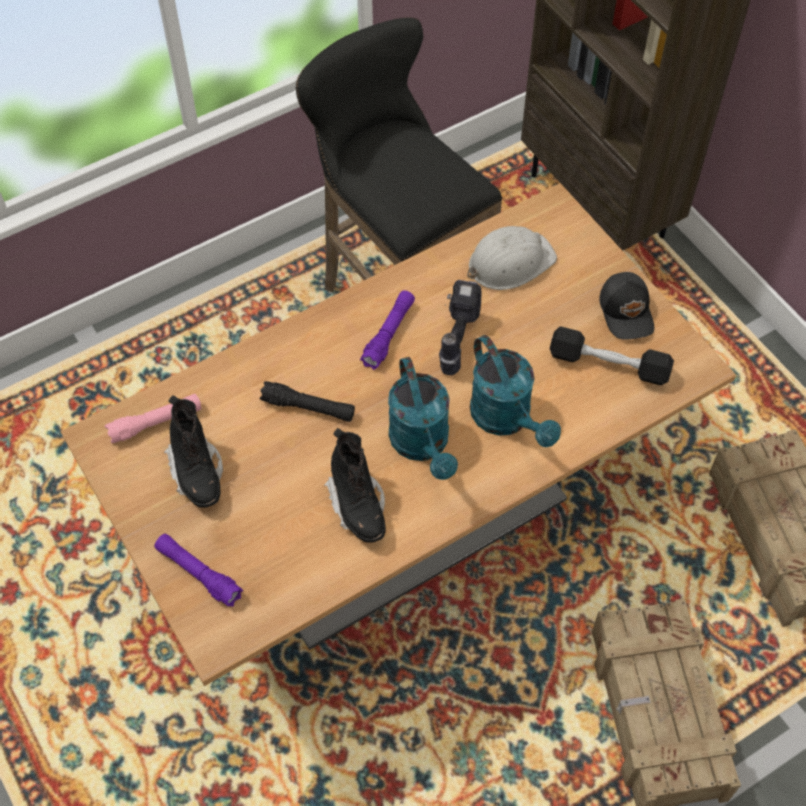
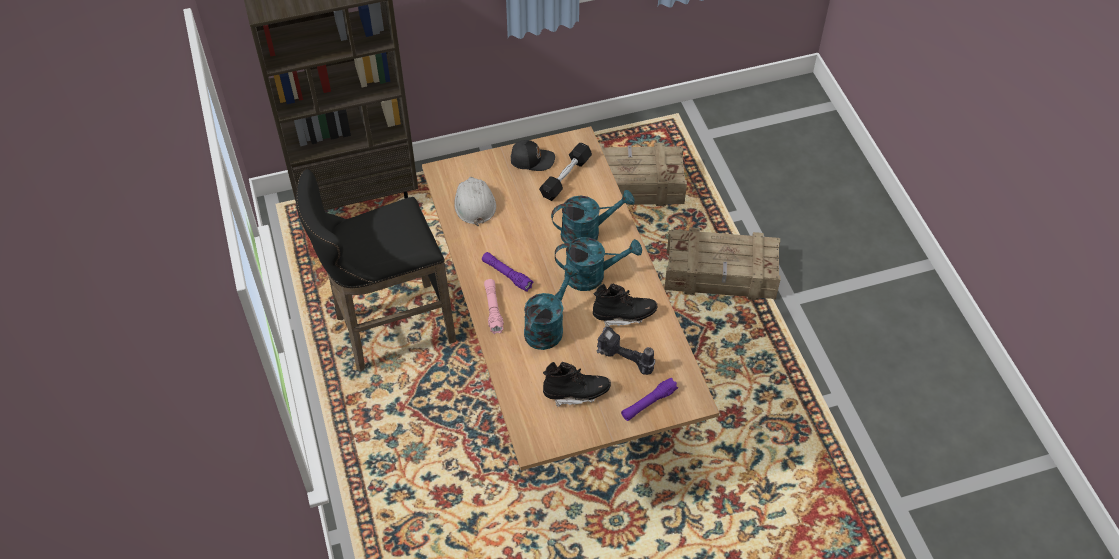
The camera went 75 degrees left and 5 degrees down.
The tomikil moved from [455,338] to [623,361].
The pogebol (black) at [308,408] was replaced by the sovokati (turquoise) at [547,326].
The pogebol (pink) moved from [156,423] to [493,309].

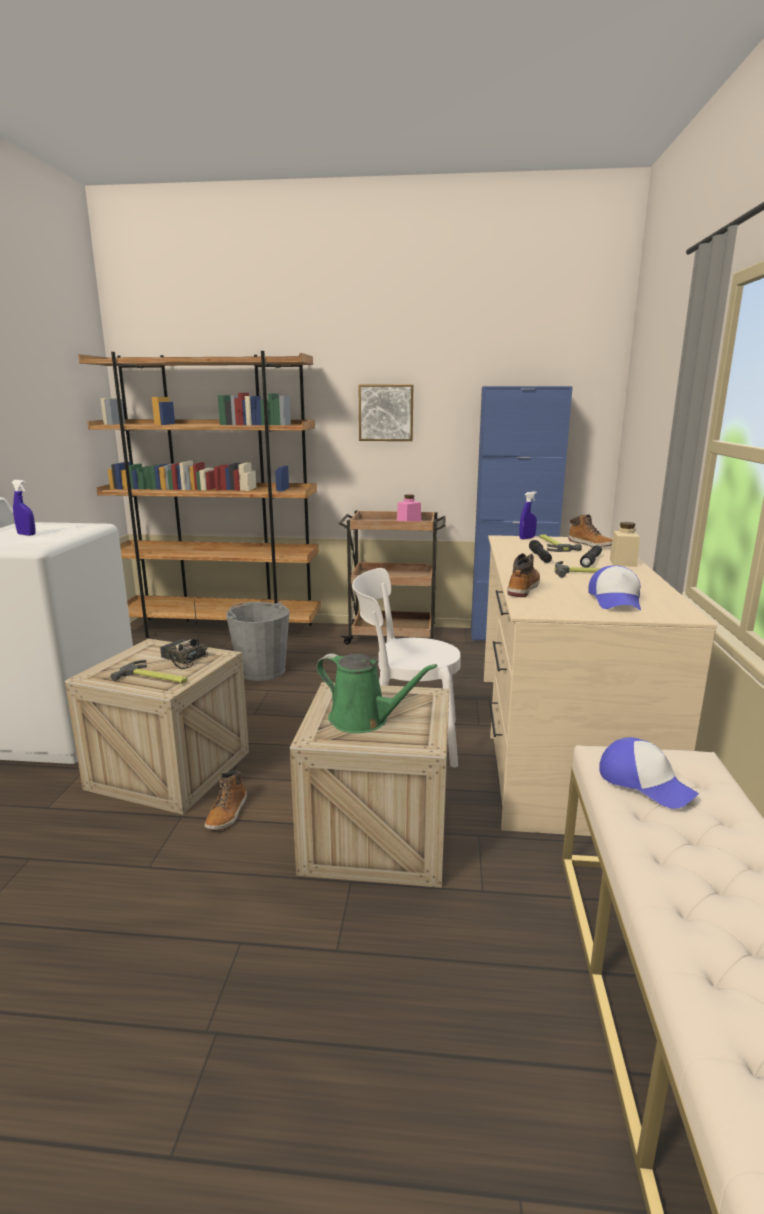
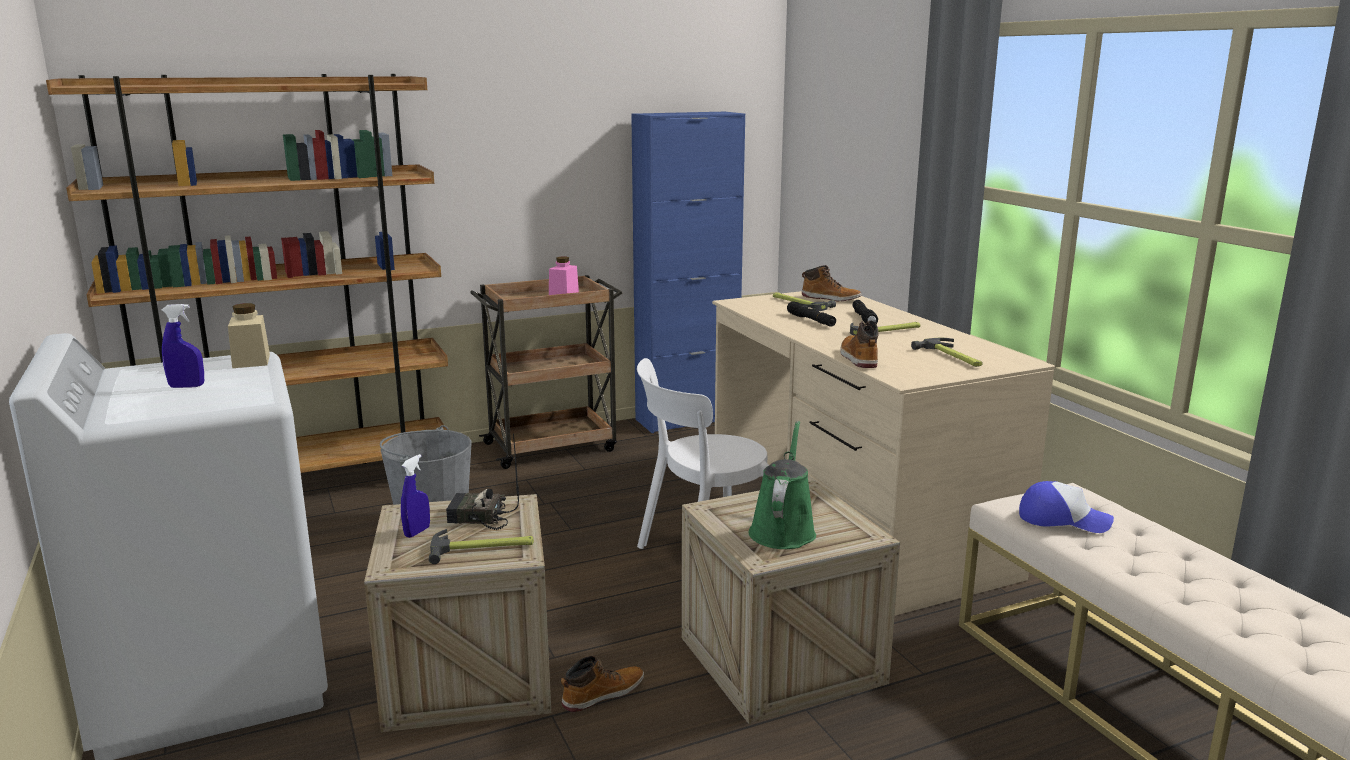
The camera went 30 degrees left and 0 degrees up.
The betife at [386,413] disappeared.
The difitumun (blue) moved from [527,538] to [417,532].
The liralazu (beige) moved from [623,562] to [251,361].
The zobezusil at [616,600] was replaced by the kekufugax at [952,357].
The sovokati (green) at [364,720] turned 75 degrees counterclockwise.
The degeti at [227,813] turned 105 degrees counterclockwise.

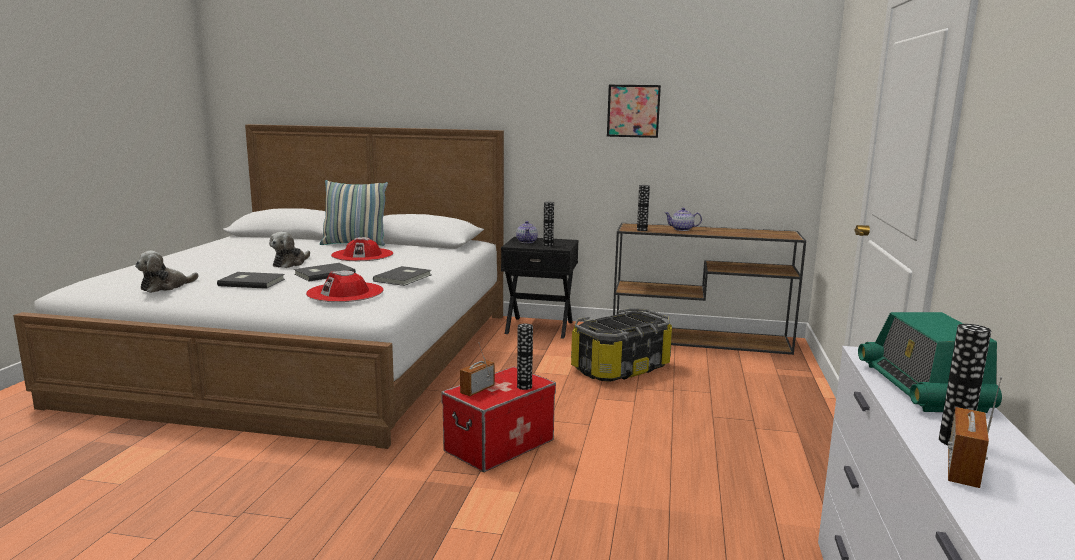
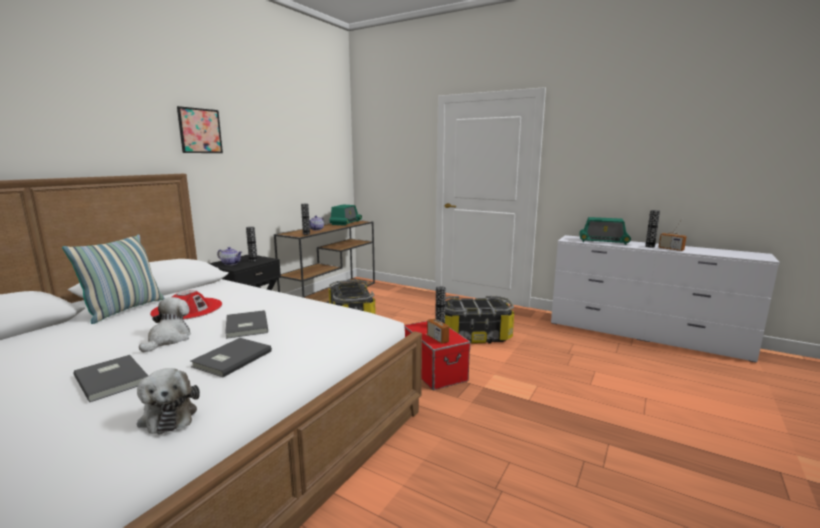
The camera went 70 degrees left and 0 degrees up.
The betife moved from [633,111] to [200,131].
The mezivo at [290,263] turned 120 degrees counterclockwise.
The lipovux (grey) moved from [404,278] to [113,378].
The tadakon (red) at [345,292] disappeared.
The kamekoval at [346,223] appeared.
The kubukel at [474,336] appeared.

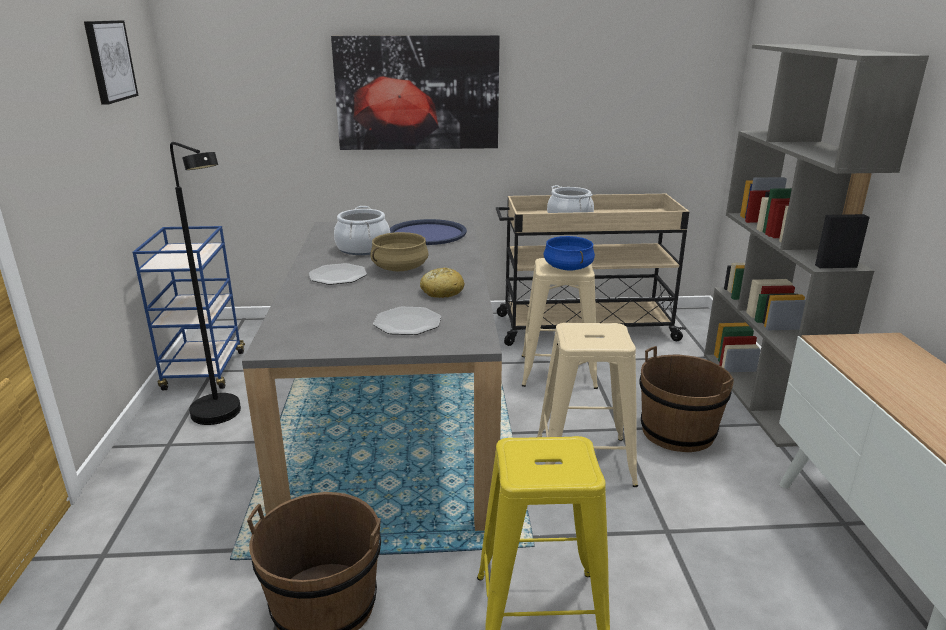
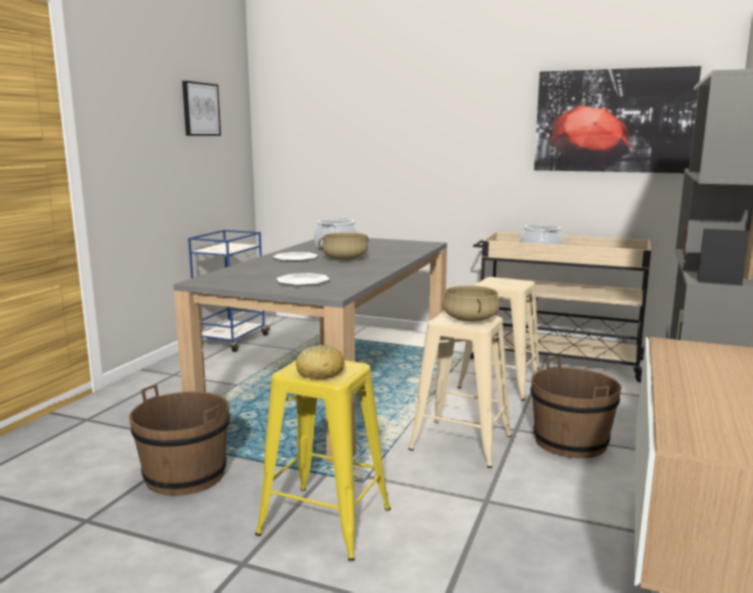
The camera went 25 degrees right and 10 degrees down.
The betife moved from [417,93] to [612,121].
The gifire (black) at [223,417] disappeared.
The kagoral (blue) at [427,233] disappeared.
The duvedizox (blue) at [568,267] disappeared.
The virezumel moved from [441,292] to [320,372].
The duvedizox (beige) at [469,319] appeared.

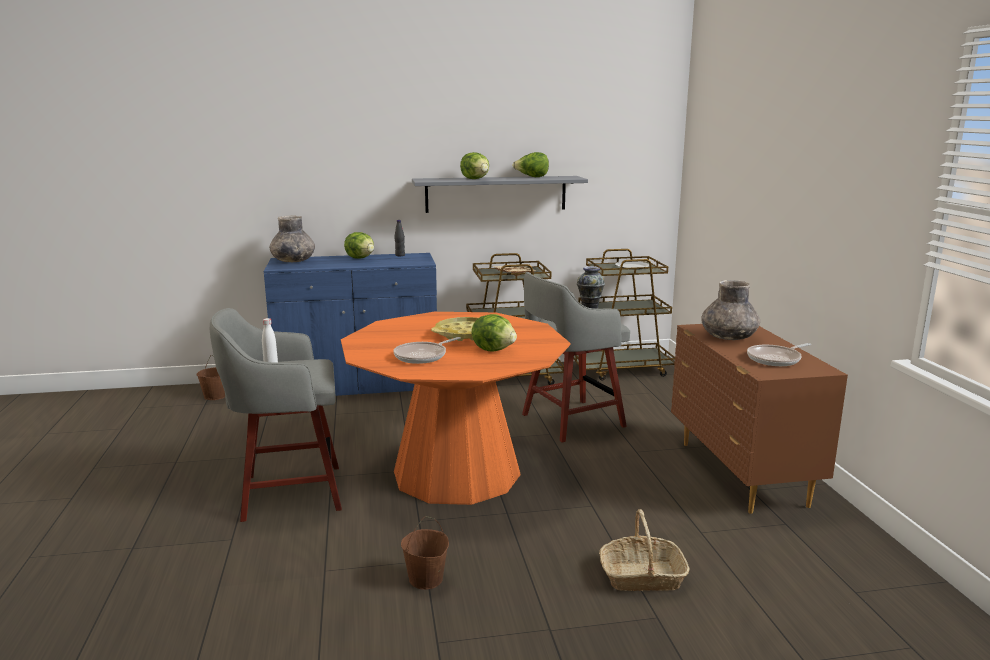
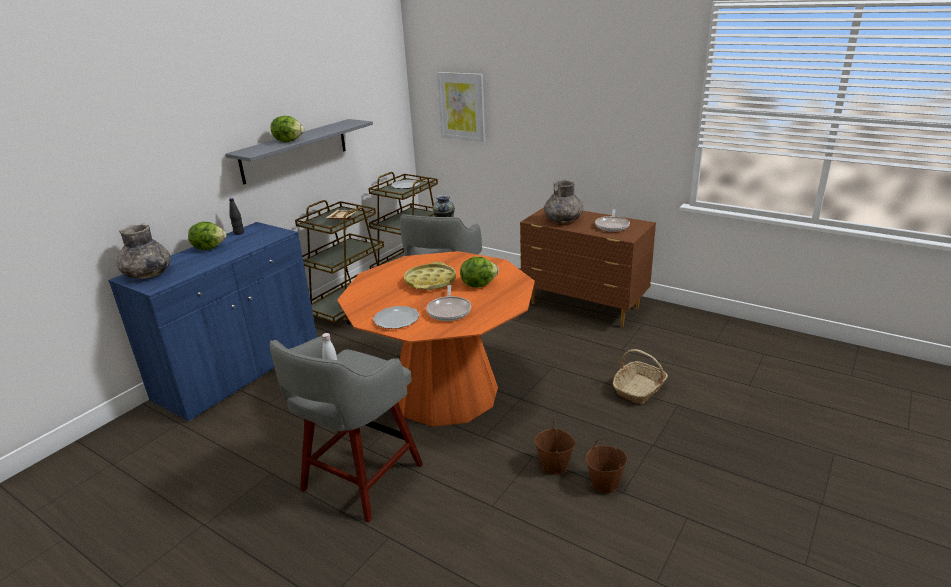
The camera went 45 degrees left and 10 degrees up.
The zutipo at [532,177] disappeared.
The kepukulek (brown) moved from [215,396] to [605,483].
The betife at [462,106] appeared.
The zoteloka at [396,319] appeared.

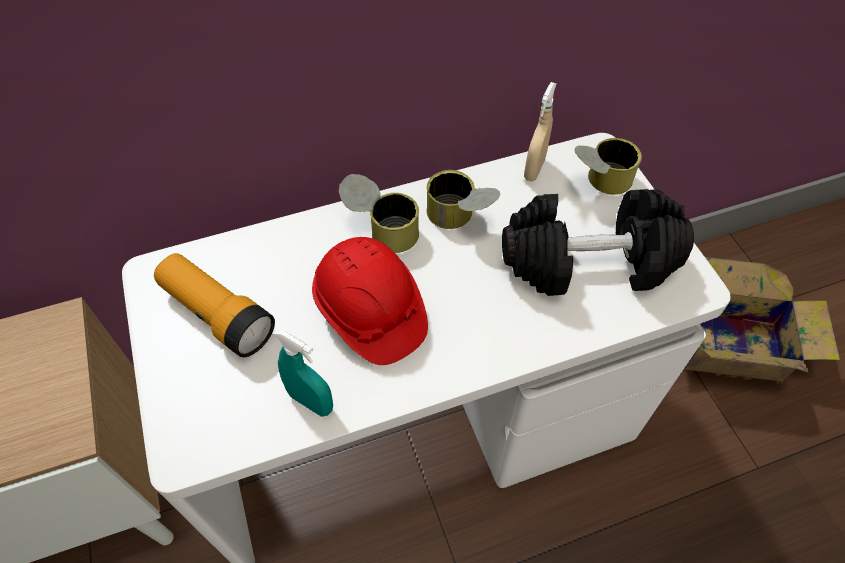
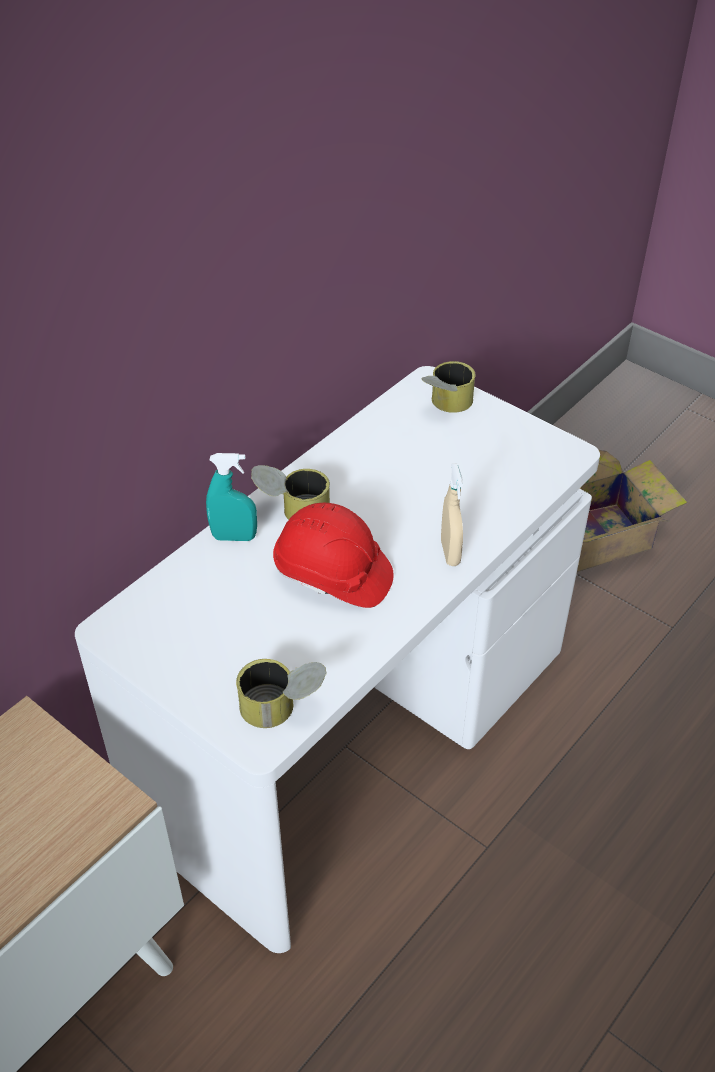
The camera went 30 degrees left and 10 degrees down.
The difitumun (beige) moved from [534,169] to [450,553].
The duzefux moved from [460,219] to [282,709].
The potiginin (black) at [588,263] disappeared.
The pogebol at [218,315] disappeared.
The difitumun (turquoise) moved from [311,402] to [234,537].

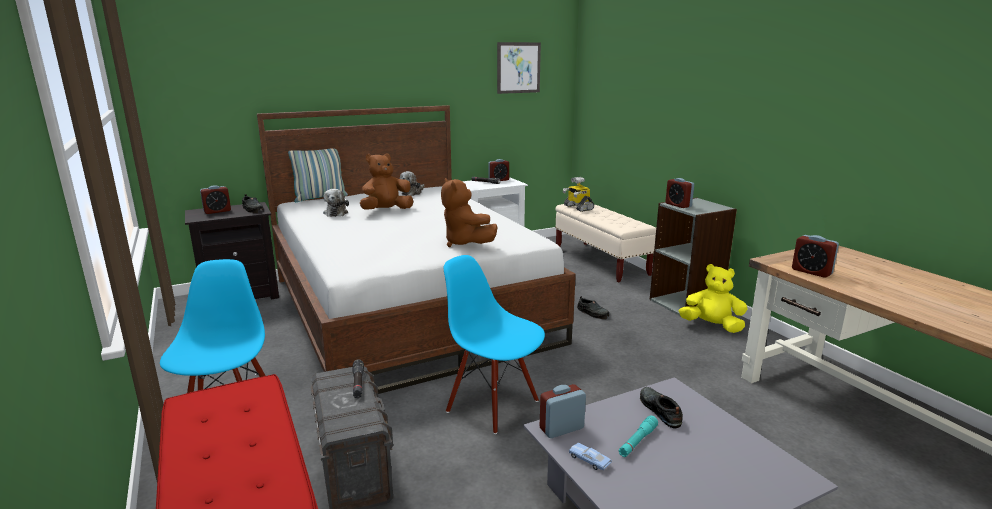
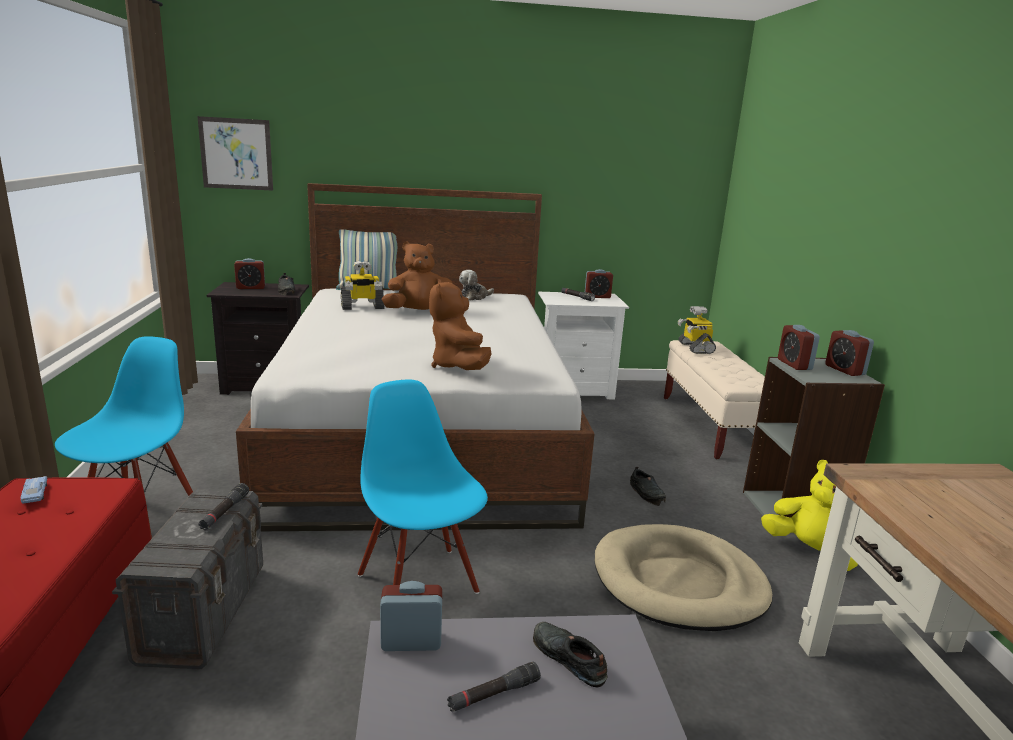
The camera went 20 degrees right and 0 degrees up.
The betife moved from [518,67] to [236,154].
The mezivo at [336,213] was replaced by the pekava at [362,307].
The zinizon moved from [811,272] to [844,370].
The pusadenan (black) at [659,410] turned 45 degrees counterclockwise.
The pogebol (turquoise) at [637,441] became the pogebol (black) at [493,694].
The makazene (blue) moved from [589,460] to [35,494].
The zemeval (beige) at [679,583] appeared.

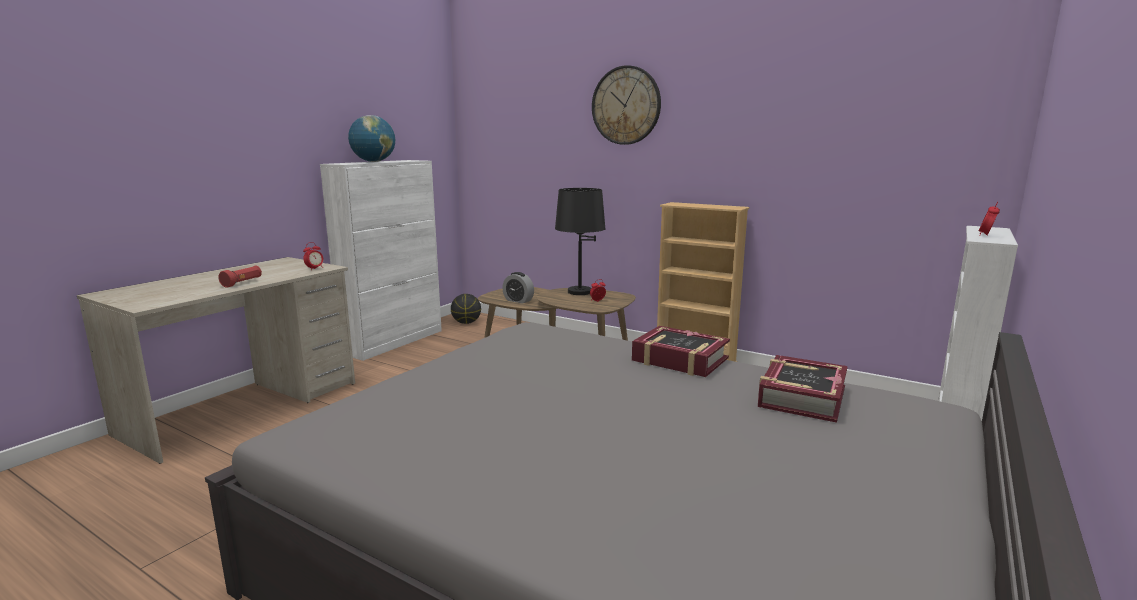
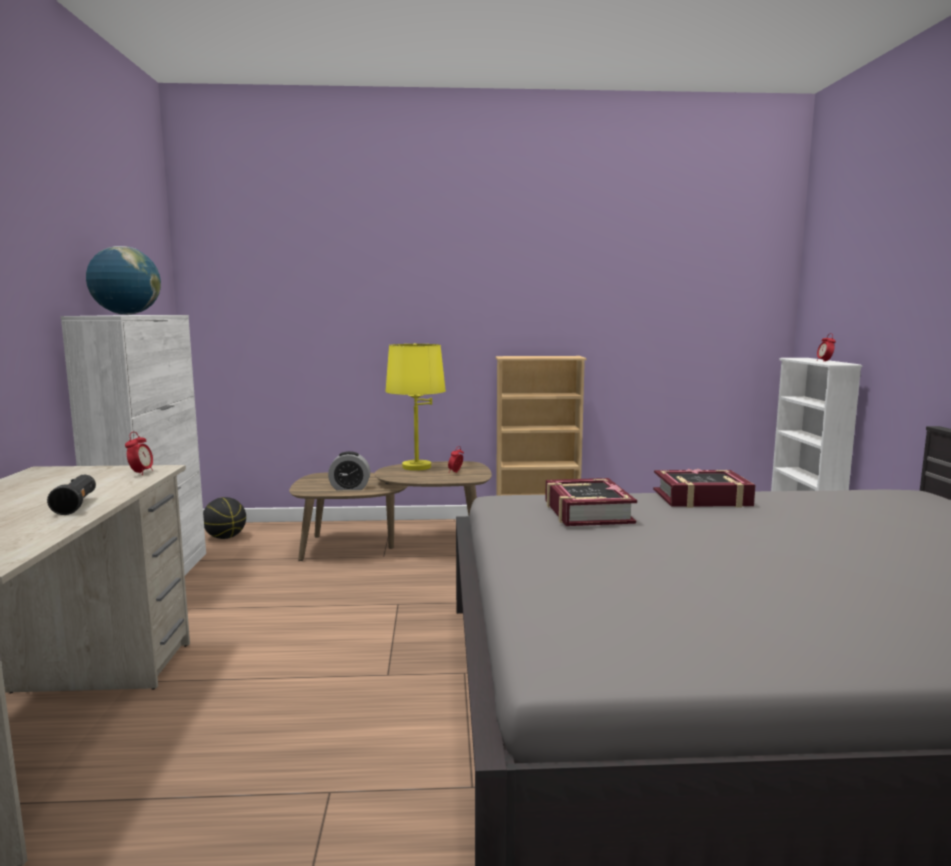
The camera went 35 degrees left and 5 degrees down.
The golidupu at [626,105] disappeared.
The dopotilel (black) at [579,292] became the dopotilel (yellow) at [417,467].
The pogebol (red) at [242,283] became the pogebol (black) at [76,505].
The lipovux moved from [801,397] to [586,512].

